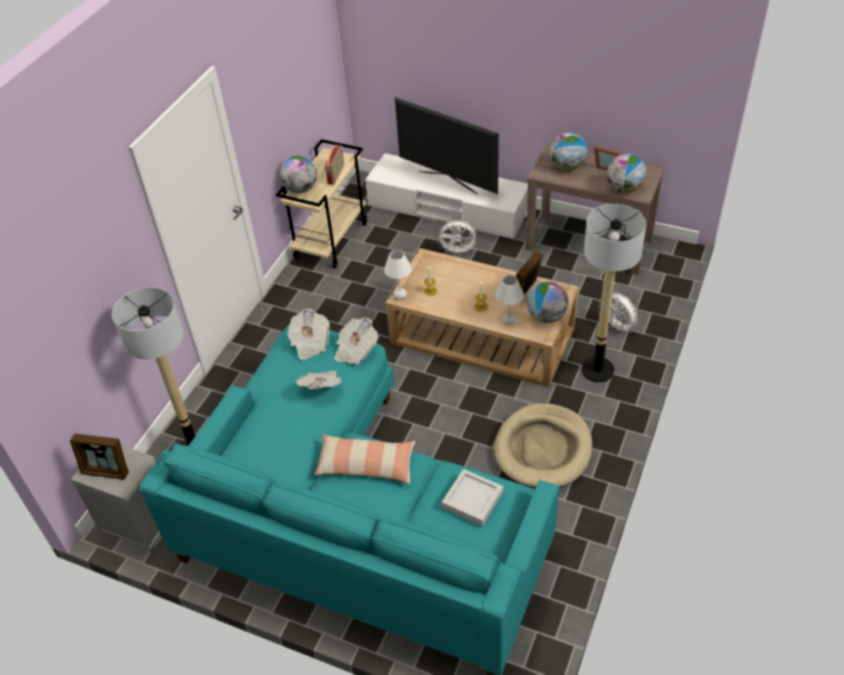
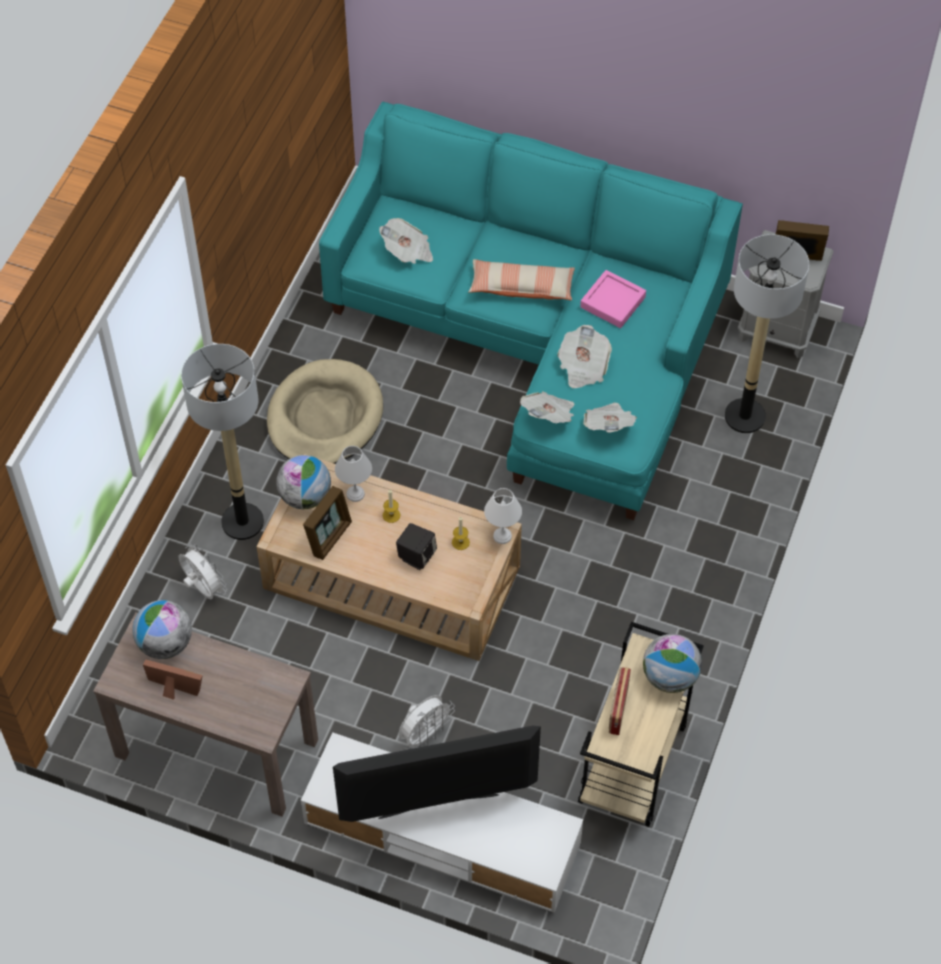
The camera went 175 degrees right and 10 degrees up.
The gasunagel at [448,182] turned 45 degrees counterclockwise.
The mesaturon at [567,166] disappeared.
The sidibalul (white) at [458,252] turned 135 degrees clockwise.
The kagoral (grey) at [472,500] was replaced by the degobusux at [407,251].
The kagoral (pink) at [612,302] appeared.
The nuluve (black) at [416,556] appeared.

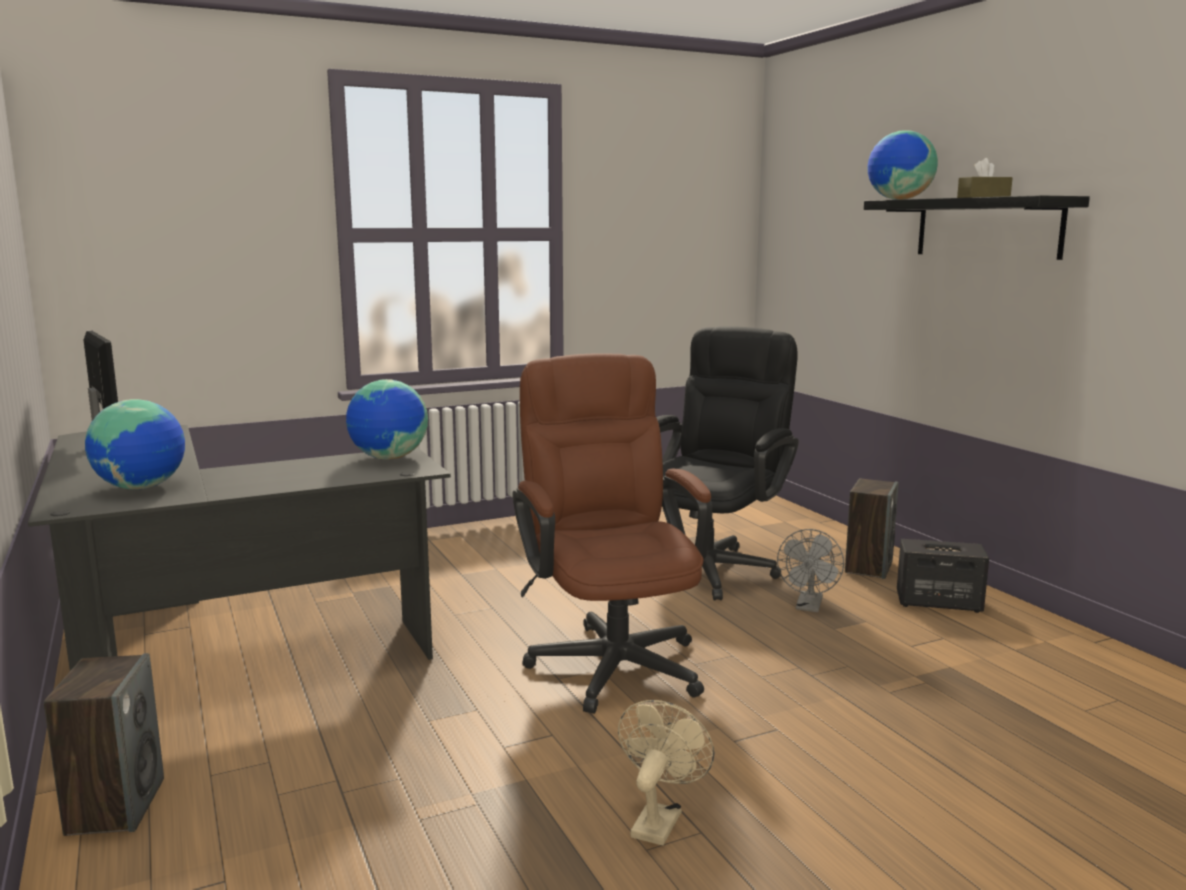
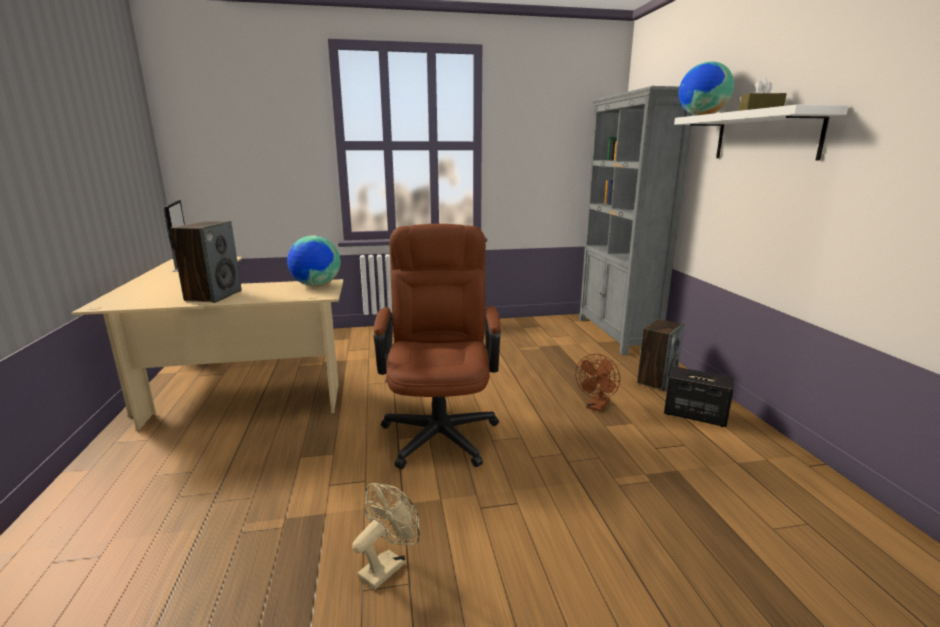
The camera went 15 degrees right and 5 degrees up.
The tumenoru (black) at [987,228] became the tumenoru (white) at [766,136].
The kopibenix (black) at [712,567] disappeared.
The mesaturon at [142,487] disappeared.
The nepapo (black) at [207,644] became the nepapo (beige) at [223,386].
The sidibalul (grey) at [809,607] became the sidibalul (brown) at [596,406].
The nuluve moved from [115,806] to [213,295].
The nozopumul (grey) at [617,334] appeared.

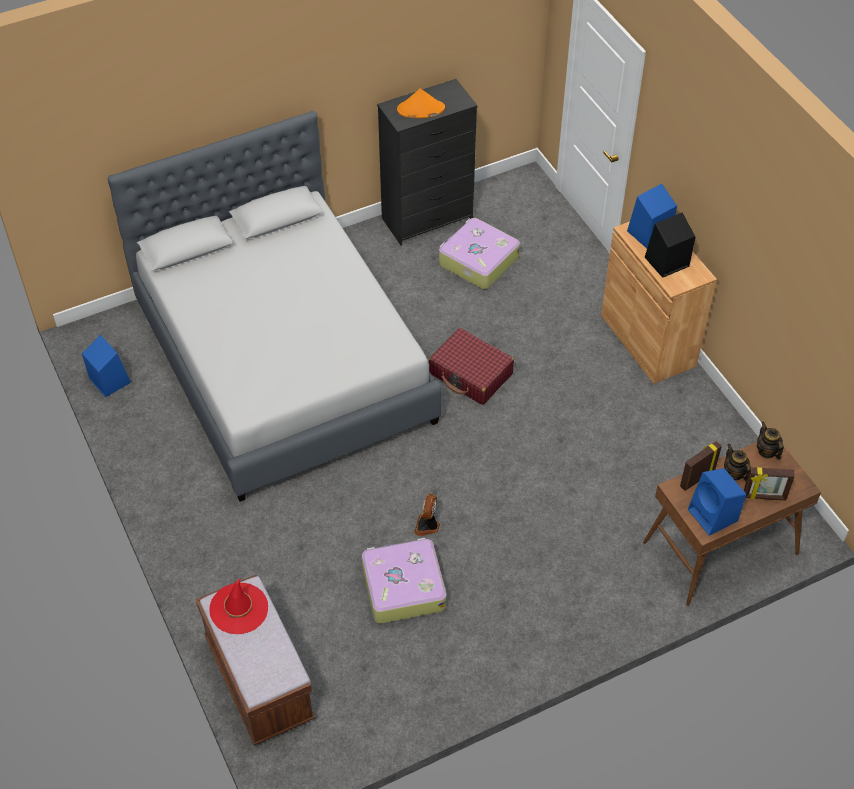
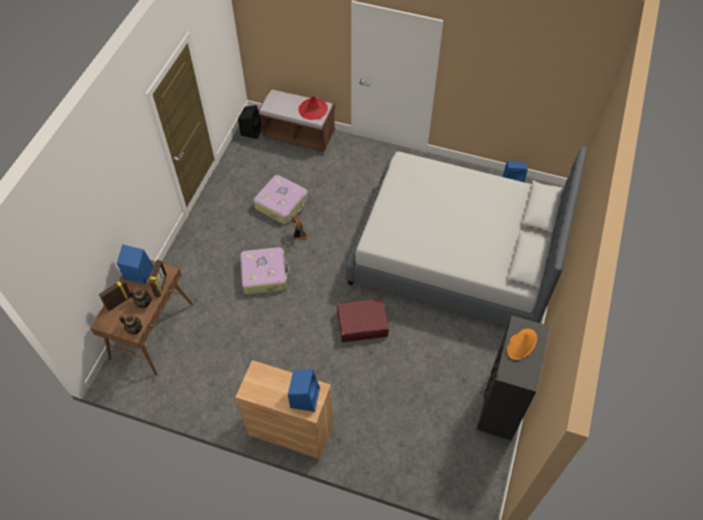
The camera went 135 degrees right and 5 degrees up.
The nuluve (black) moved from [666,262] to [252,130].
The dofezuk moved from [477,261] to [264,274].

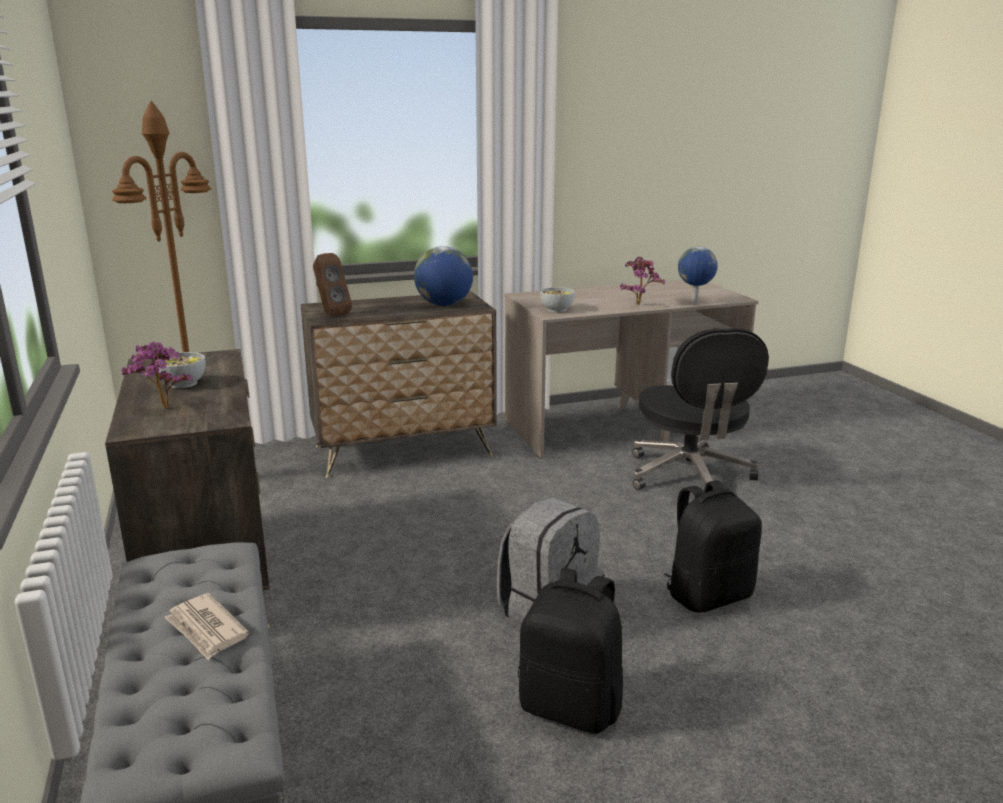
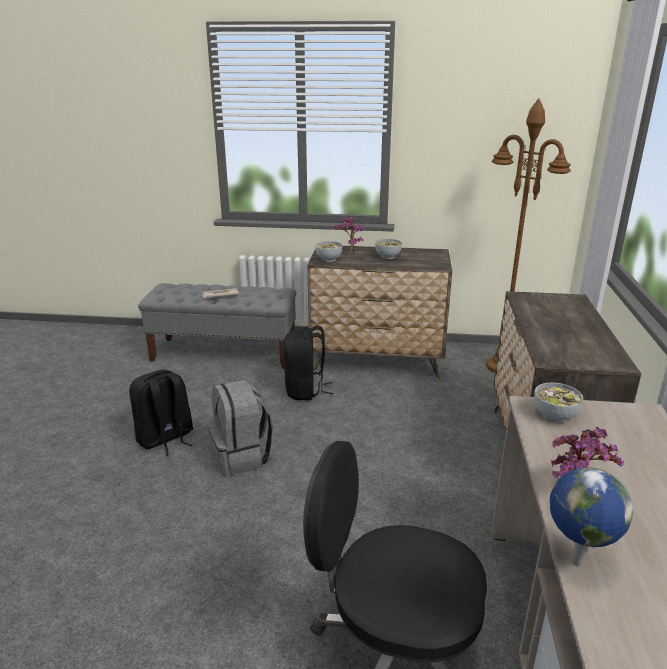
The camera went 115 degrees right and 5 degrees up.
The mesaturon at [444,305] disappeared.
The nuluve (brown) at [331,314] disappeared.
The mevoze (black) moved from [708,595] to [305,390].
The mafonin at [328,259] appeared.

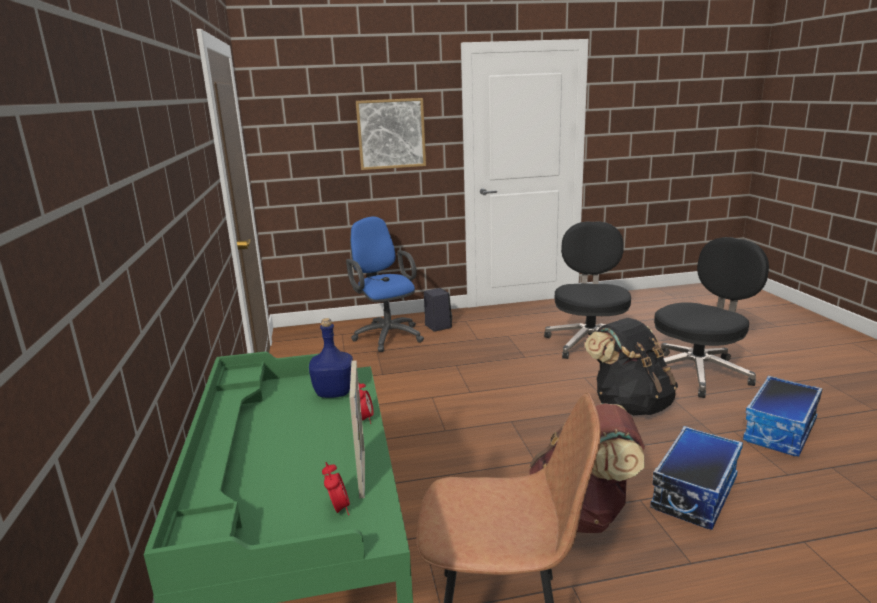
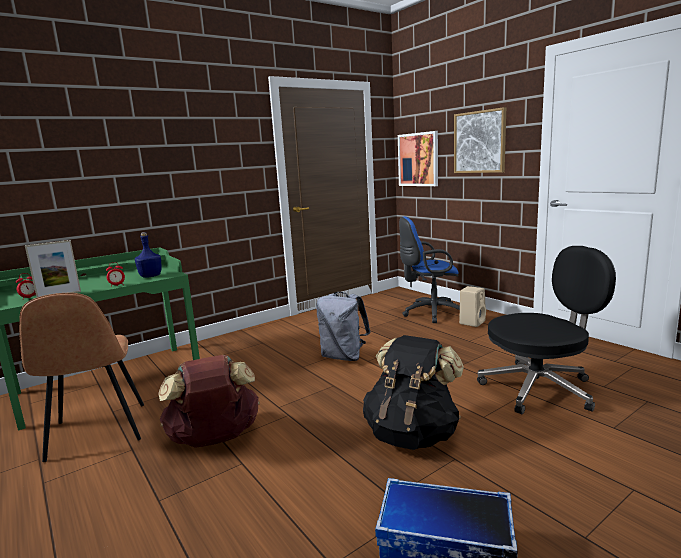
The camera went 65 degrees right and 5 degrees down.
The kopibenix (blue) at [387,335] turned 135 degrees counterclockwise.
The kopibenix (black) at [698,373] disappeared.
The nuluve (black) at [437,326] became the nuluve (beige) at [472,322].
The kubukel at [693,492] disappeared.
The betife at [418,159] appeared.
The mevoze (grey) at [344,357] appeared.

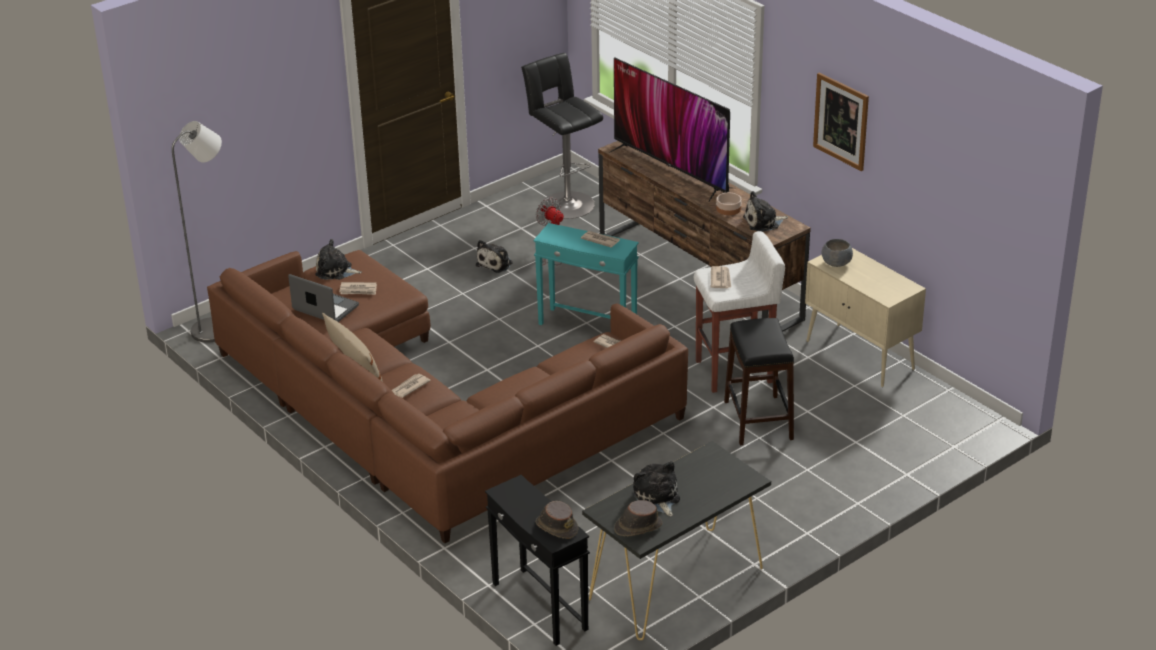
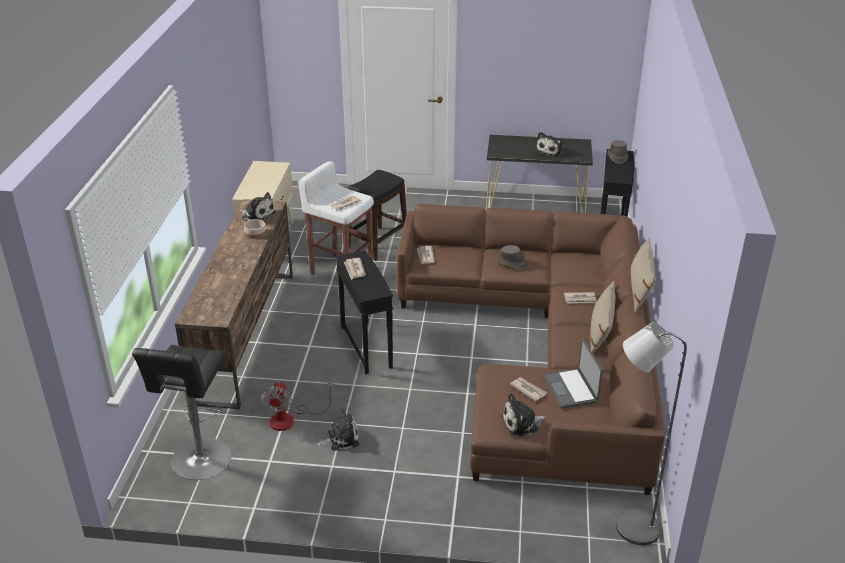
The camera went 135 degrees left and 0 degrees up.
The gasunagel at [672,169] disappeared.
The betife at [841,121] disappeared.
The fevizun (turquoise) at [587,326] became the fevizun (black) at [366,346].
The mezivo at [336,271] turned 105 degrees clockwise.
The mafonin (grey) at [837,263] disappeared.
The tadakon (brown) moved from [637,527] to [512,264].
The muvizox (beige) at [640,289] appeared.

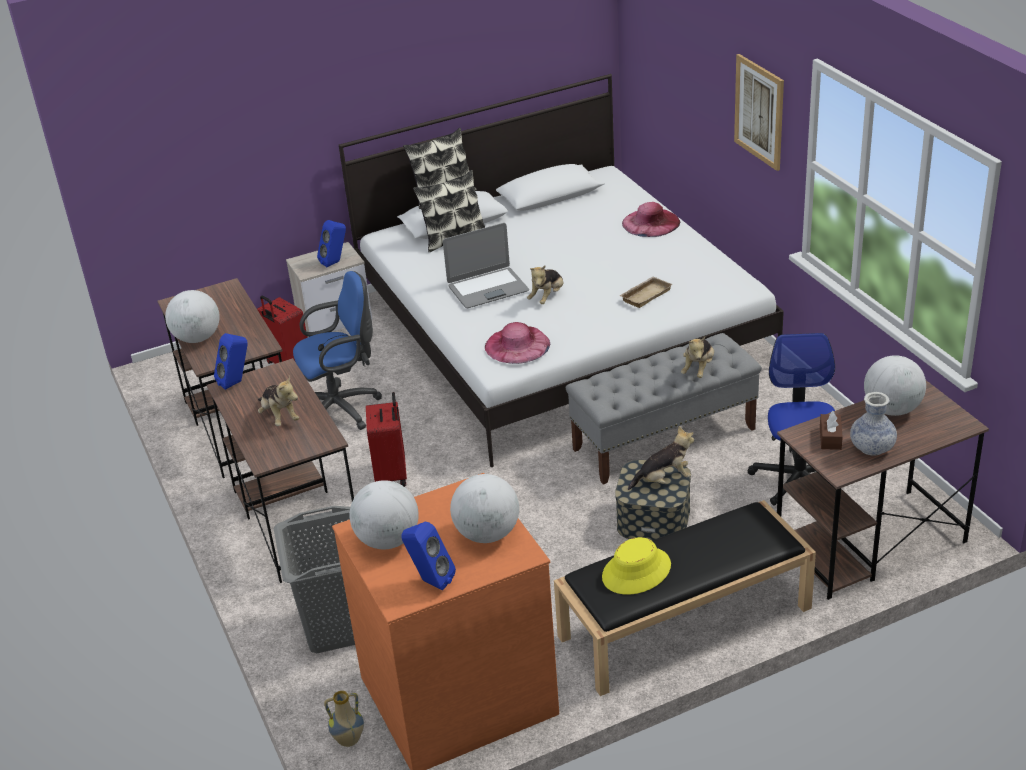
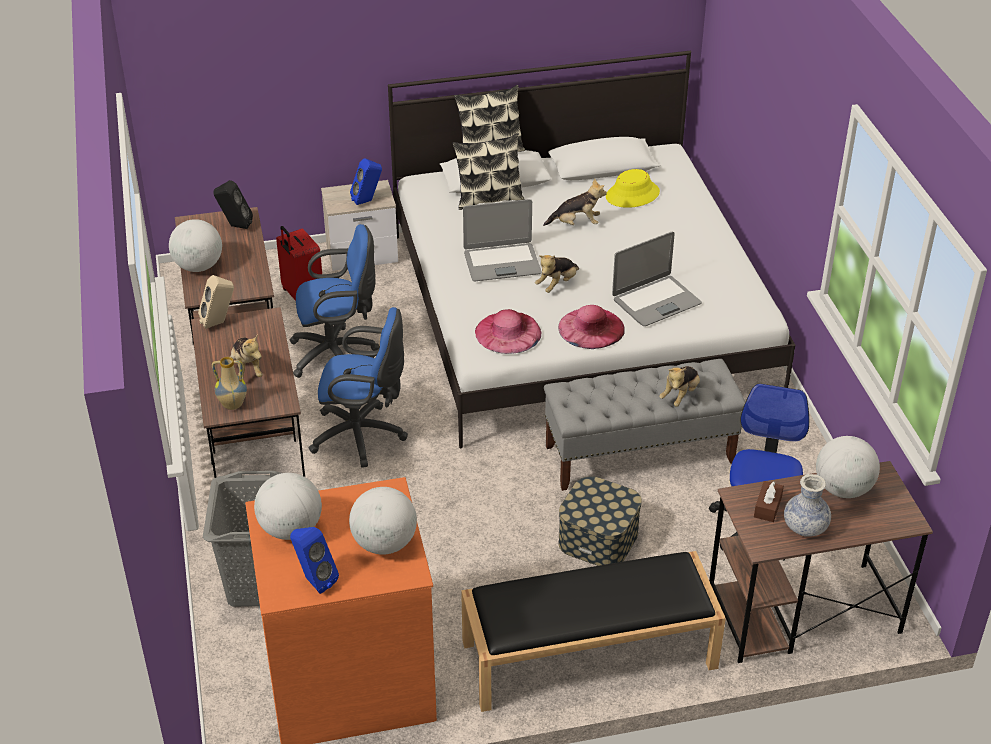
The camera went 10 degrees right and 5 degrees up.
The betife at [759,111] disappeared.
The tadakon (pink) moved from [651,222] to [591,328].
The kagoral (beige) at [645,295] was replaced by the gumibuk at [656,301].
The nuluve (blue) at [236,382] became the nuluve (beige) at [219,323].
The dofezuk (red) at [392,475] was replaced by the kopibenix (blue) at [363,436].
The mezivo moved from [664,480] to [576,224].
The tadakon (yellow) moved from [636,571] to [632,195].
The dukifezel moved from [349,740] to [232,405].
The nuluve (black) at [235,226] appeared.

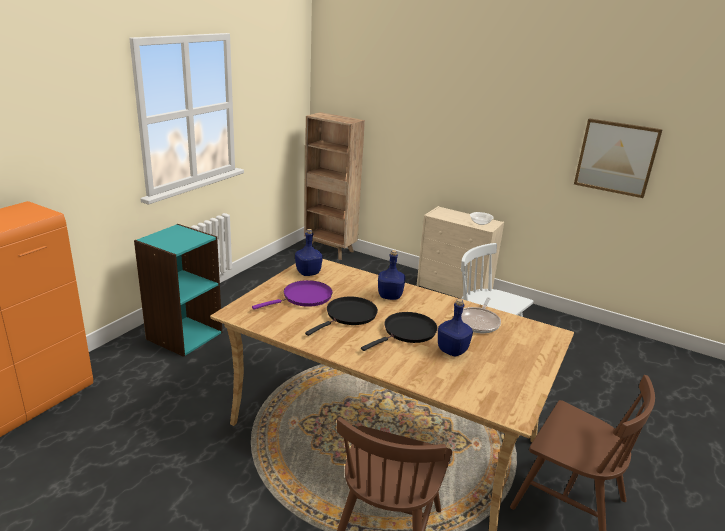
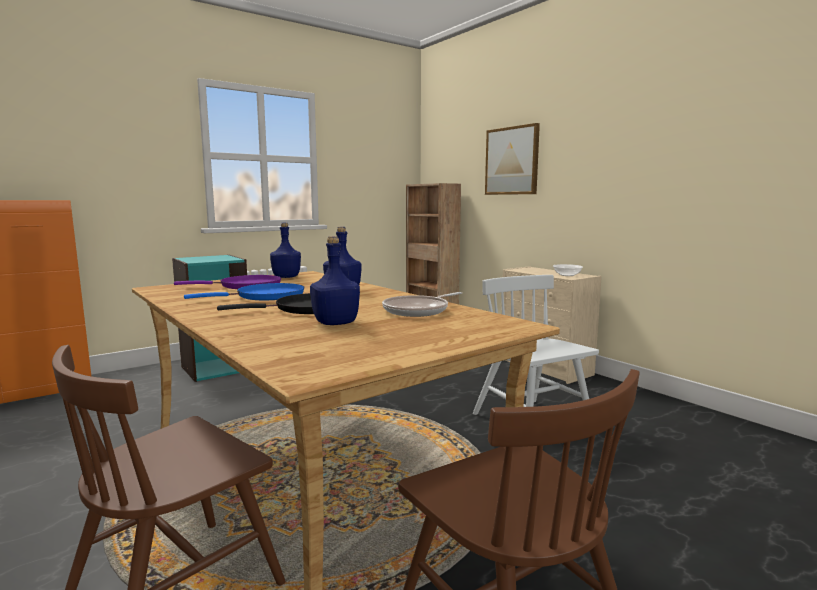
The camera went 25 degrees right and 15 degrees down.
The betife moved from [616,157] to [512,161].
The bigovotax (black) at [349,316] became the bigovotax (blue) at [266,296].

